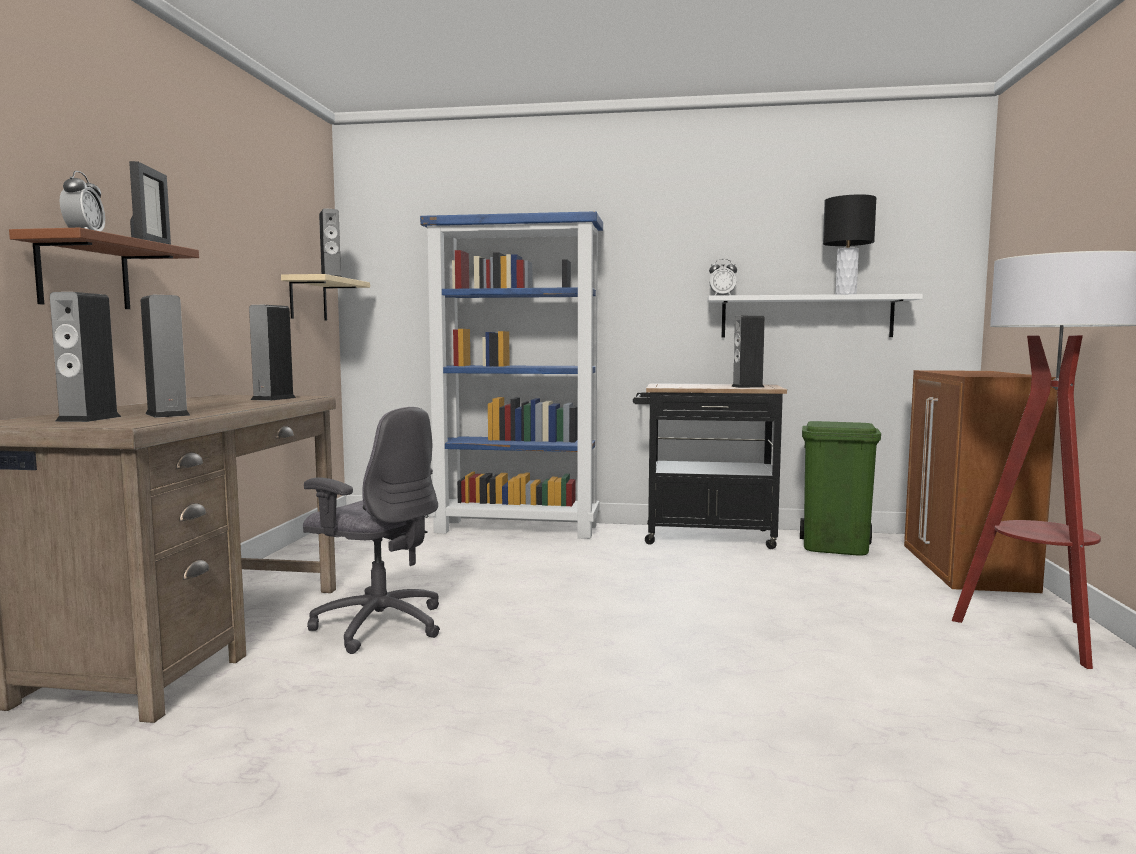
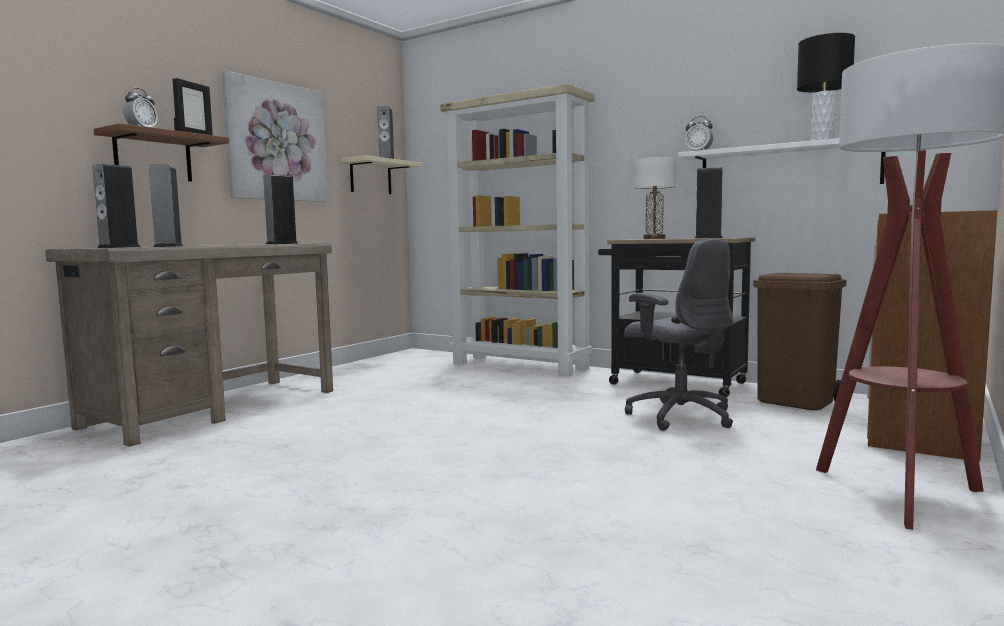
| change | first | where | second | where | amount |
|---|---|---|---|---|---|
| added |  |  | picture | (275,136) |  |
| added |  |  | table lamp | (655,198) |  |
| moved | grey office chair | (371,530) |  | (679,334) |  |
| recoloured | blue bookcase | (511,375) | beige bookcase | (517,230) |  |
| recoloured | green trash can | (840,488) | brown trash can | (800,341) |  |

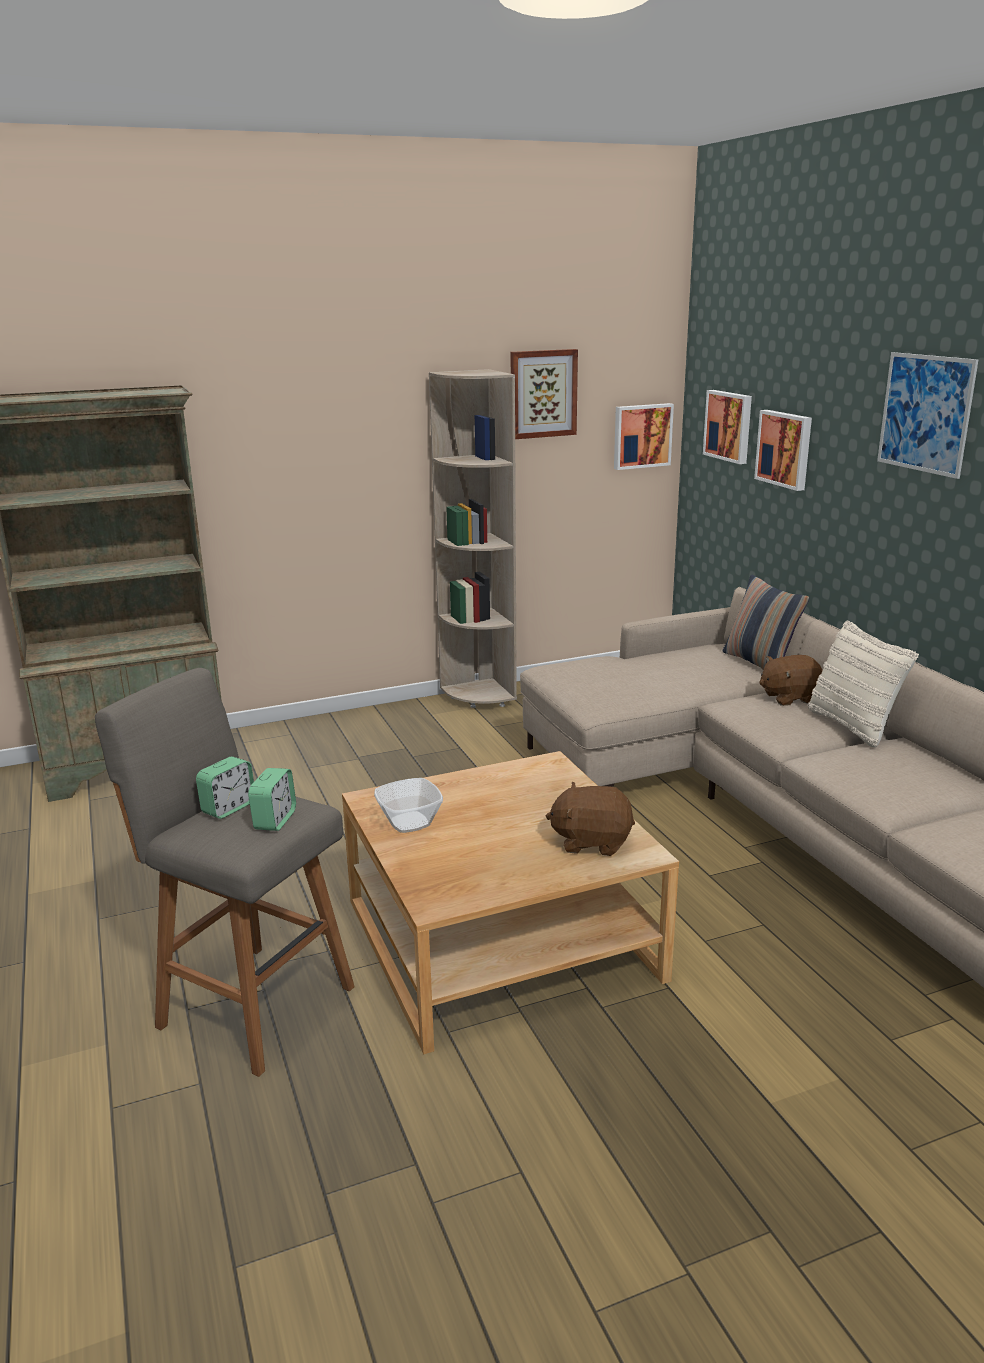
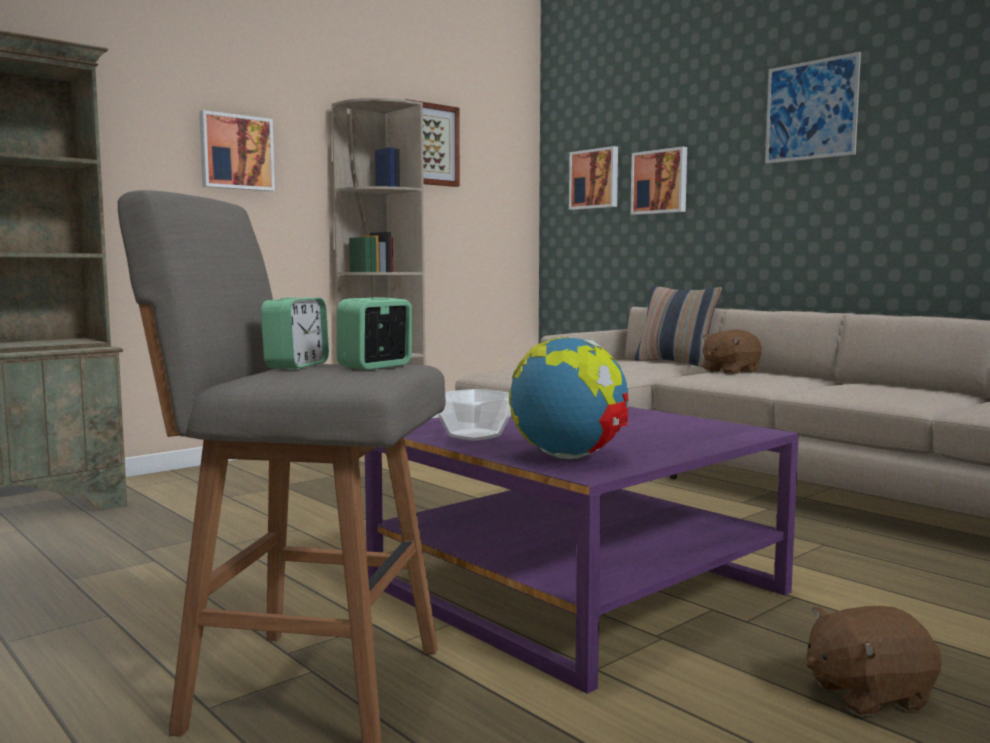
| change | first | where | second | where | amount |
|---|---|---|---|---|---|
| removed | beige pillow | (863,684) |  |  |  |
| added |  |  | globe | (568,398) |  |
| moved | brown plush toy | (590,819) |  | (874,661) |  |
| moved | picture | (644,436) |  | (237,150) |  |
| recoloured | beige coffee table | (510,902) | purple coffee table | (582,550) |  |
| turned | alarm clock | (272,799) |  | (374,333) | 135 degrees counterclockwise |

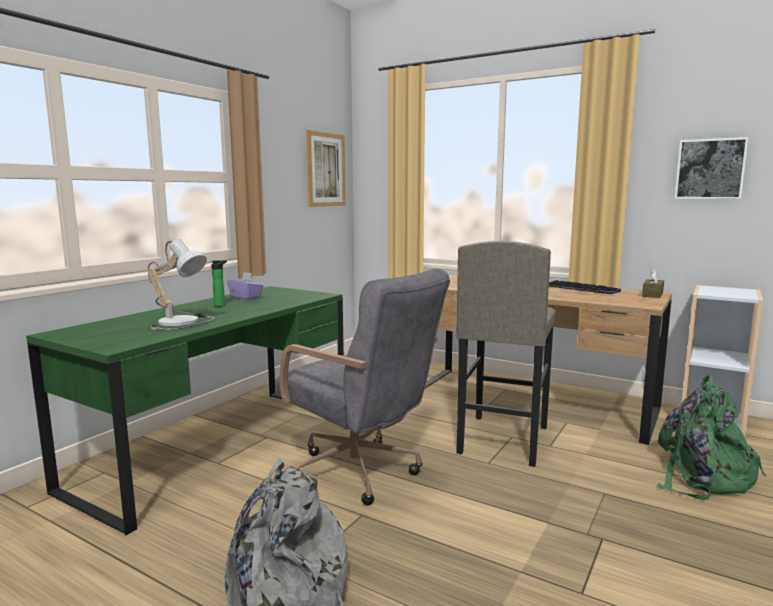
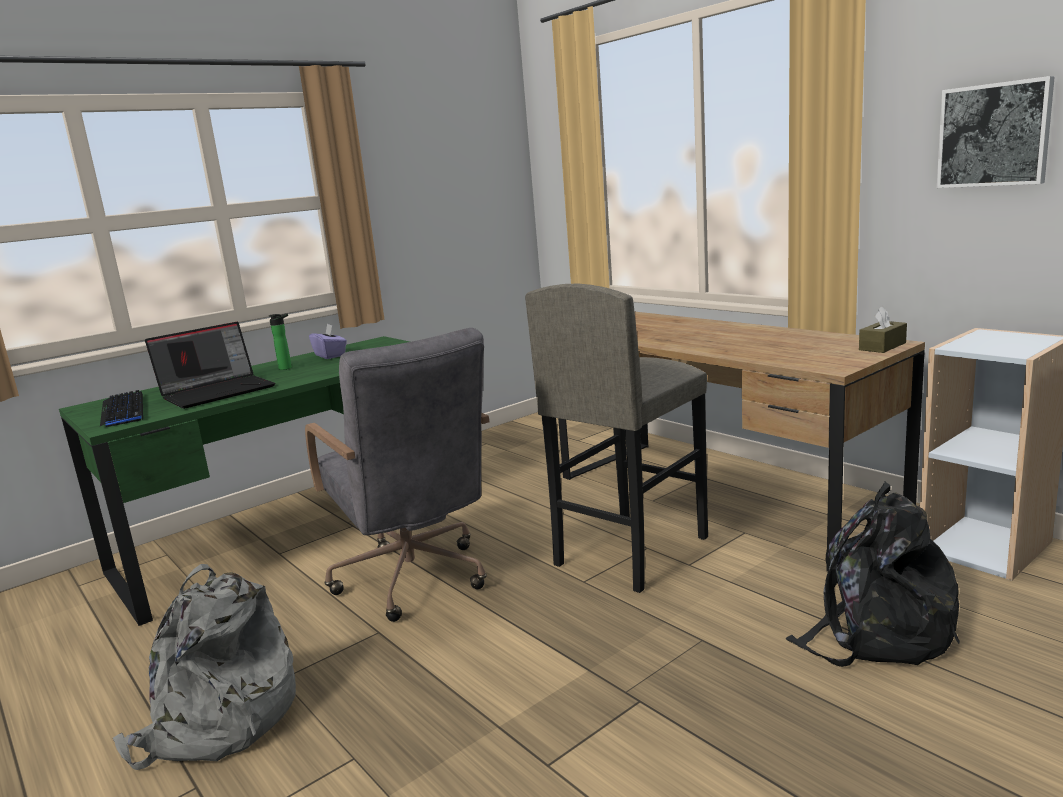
| change | first | where | second | where | amount |
|---|---|---|---|---|---|
| removed | picture | (326,168) |  |  |  |
| moved | keyboard | (585,287) |  | (121,408) |  |
| replaced | table lamp | (181,284) | laptop | (210,365) |  |
| recoloured | green backpack | (711,437) | black backpack | (872,574) |  |

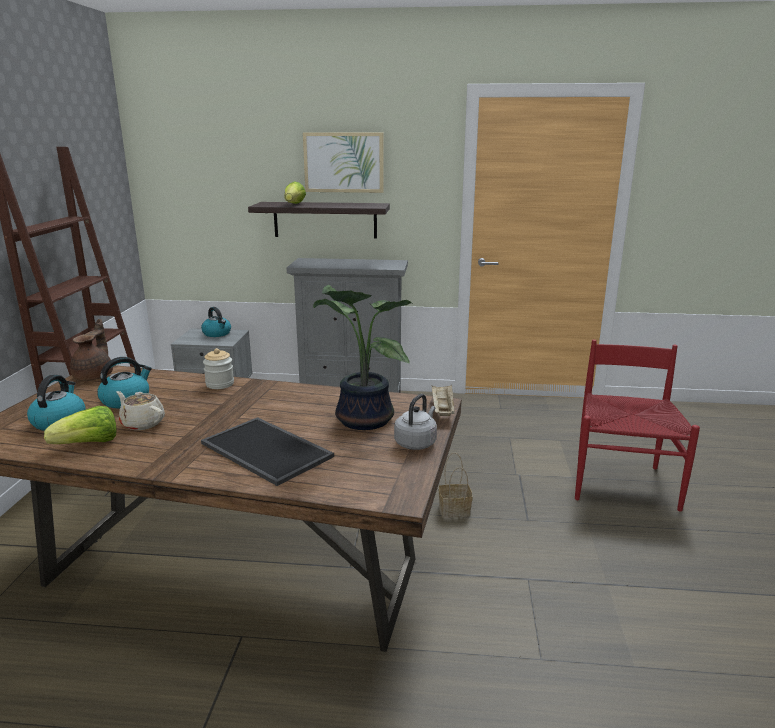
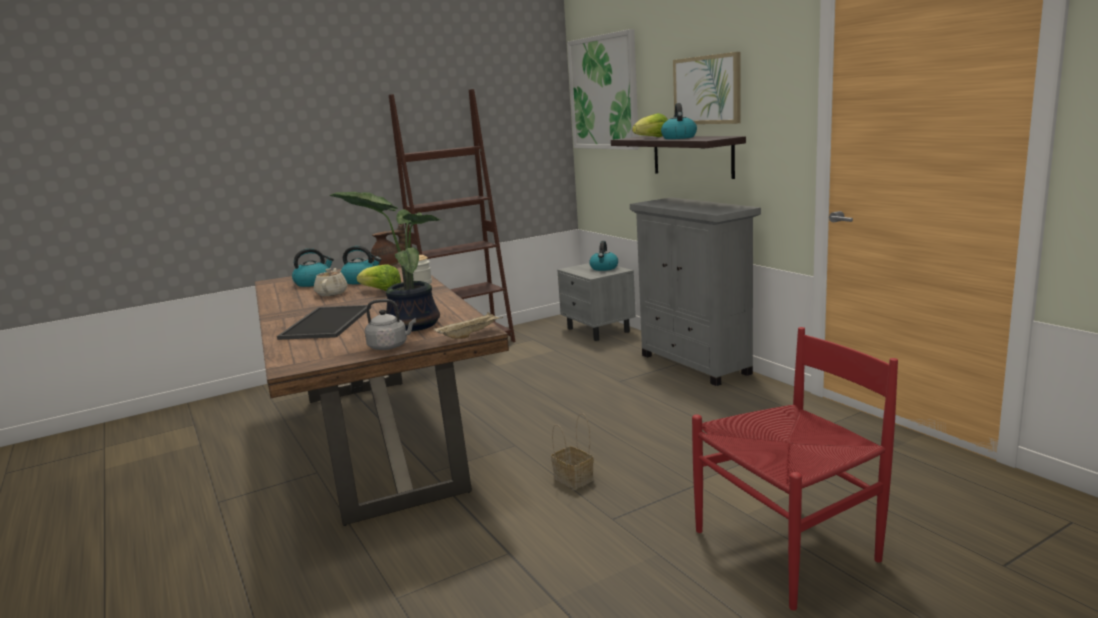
| change | first | where | second | where | amount |
|---|---|---|---|---|---|
| added |  |  | picture | (603,89) |  |
| added |  |  | kettle | (679,121) |  |
| moved | lettuce | (80,425) |  | (379,277) |  |

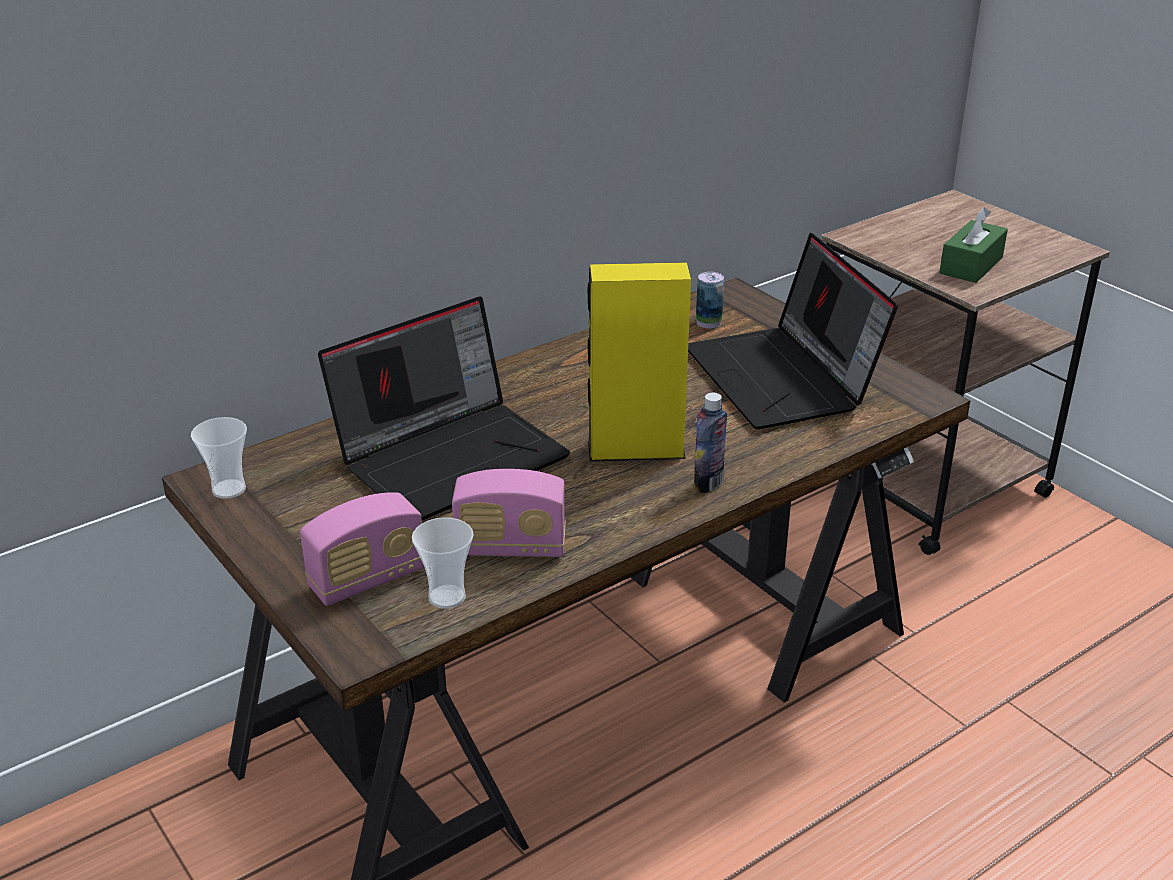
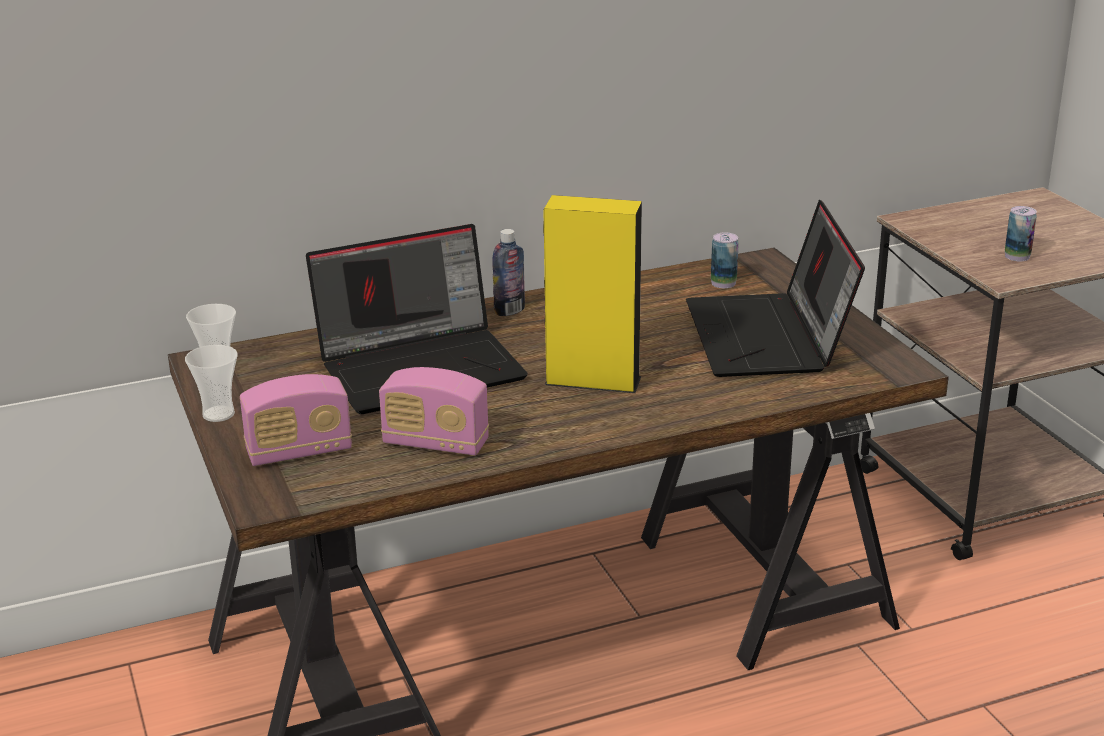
| change | first | where | second | where | amount |
|---|---|---|---|---|---|
| moved | cup | (443,563) |  | (211,383) |  |
| moved | bottle | (710,443) |  | (508,272) |  |
| replaced | green tissue box | (973,245) | can | (1021,233) |  |

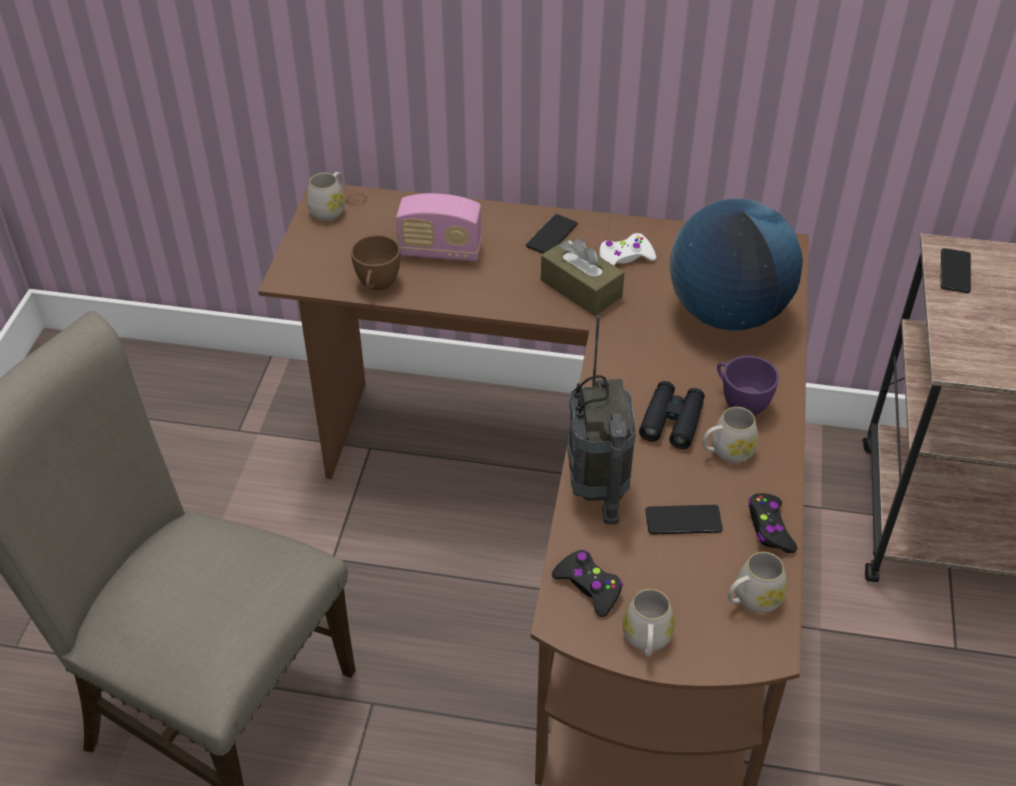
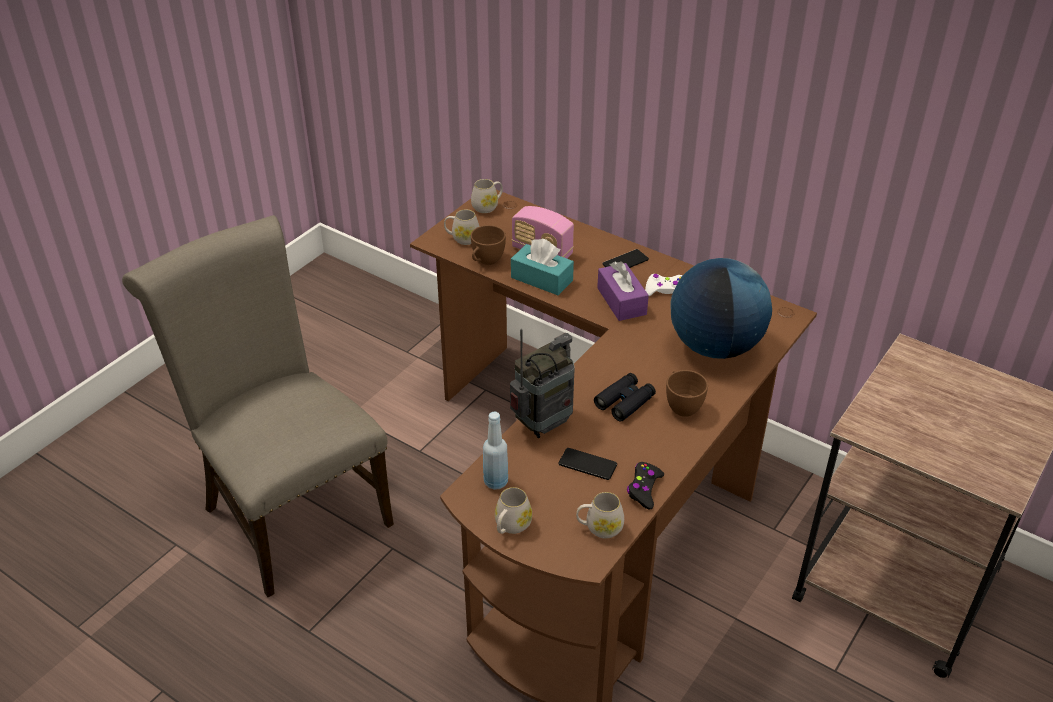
| change | first | where | second | where | amount |
|---|---|---|---|---|---|
| removed | phone | (955,270) |  |  |  |
| added |  |  | turquoise tissue box | (542,267) |  |
| moved | white mug | (730,435) |  | (462,227) |  |
| replaced | black game controller | (587,583) | blue bottle | (495,451) |  |
| recoloured | brown tissue box | (582,277) | purple tissue box | (623,291) |  |
| recoloured | purple cup | (748,386) | brown cup | (687,393) |  |
| turned | radio | (601,420) |  | (542,383) | 150 degrees counterclockwise |

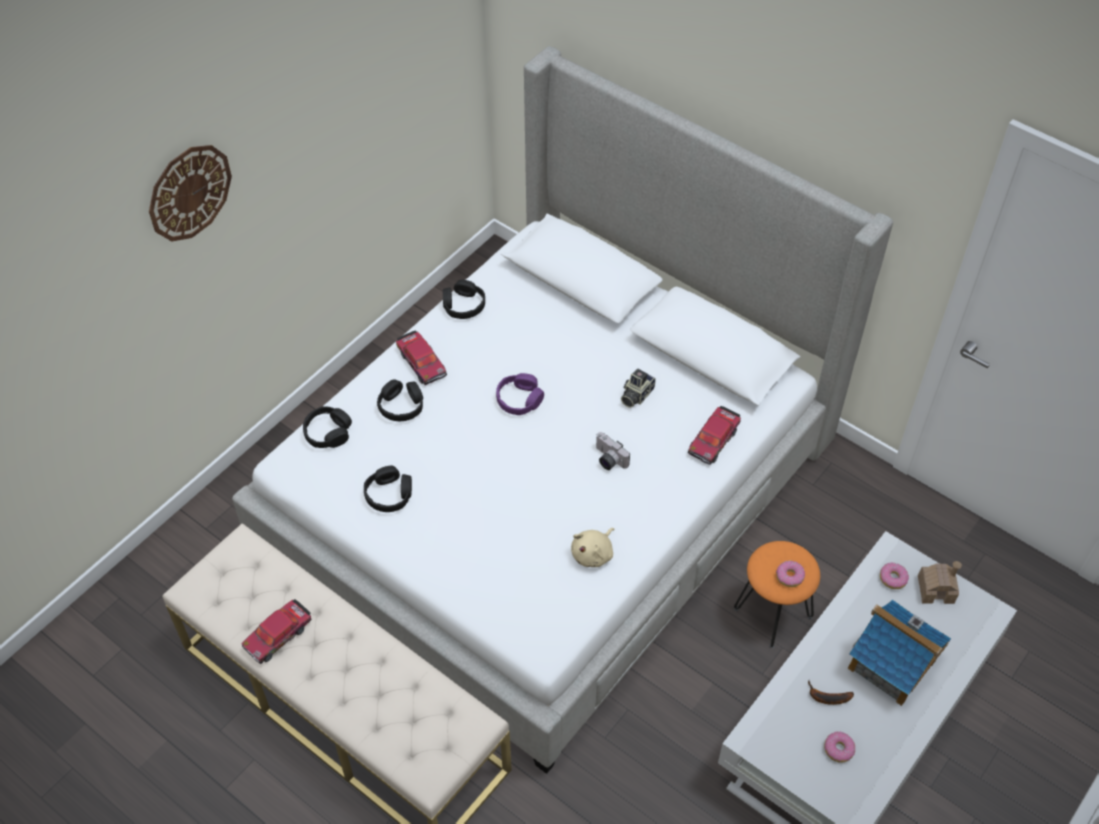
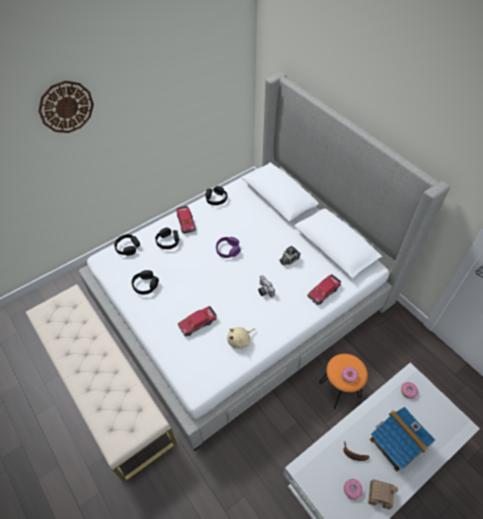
| change | first | where | second | where | amount |
|---|---|---|---|---|---|
| moved | toy car | (276,631) |  | (197,321) |  |
| moved | toy house | (940,582) |  | (383,494) |  |

